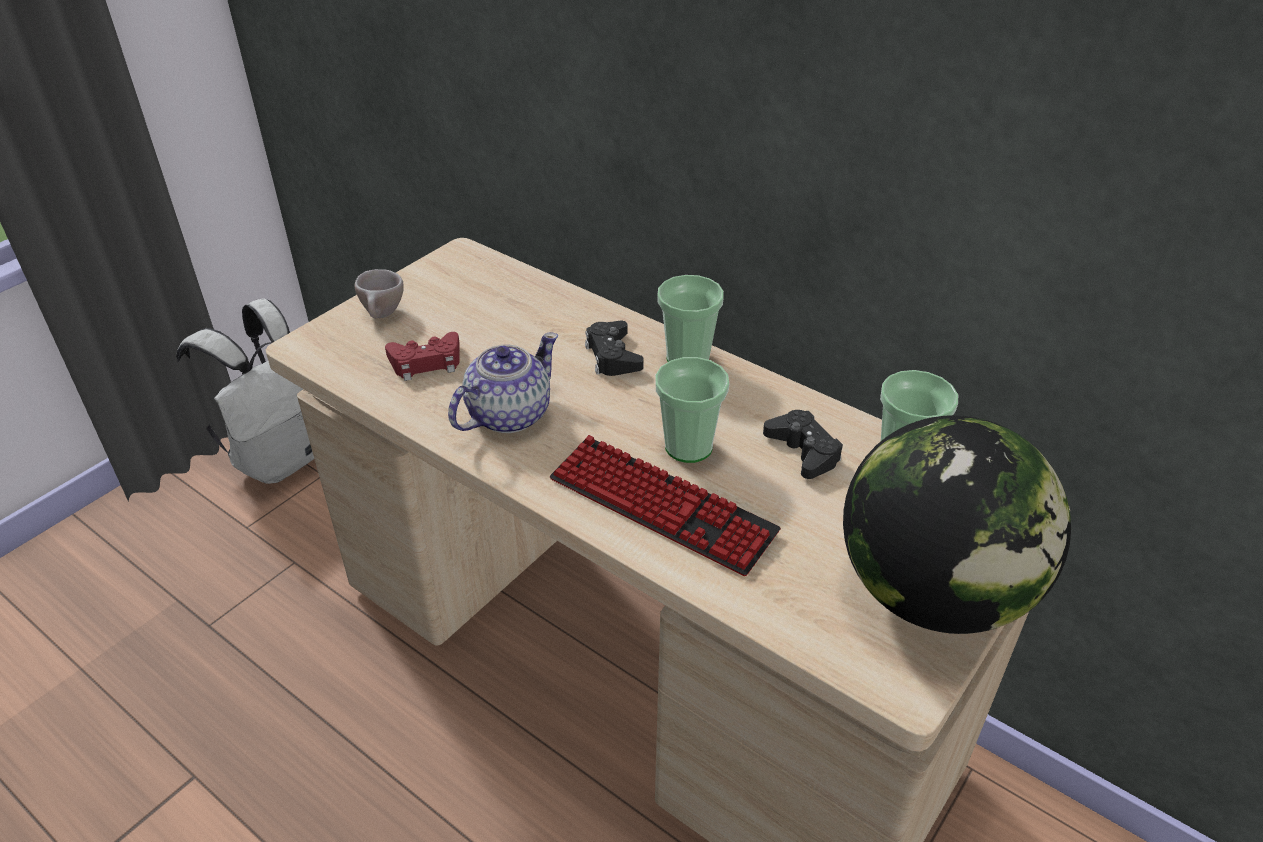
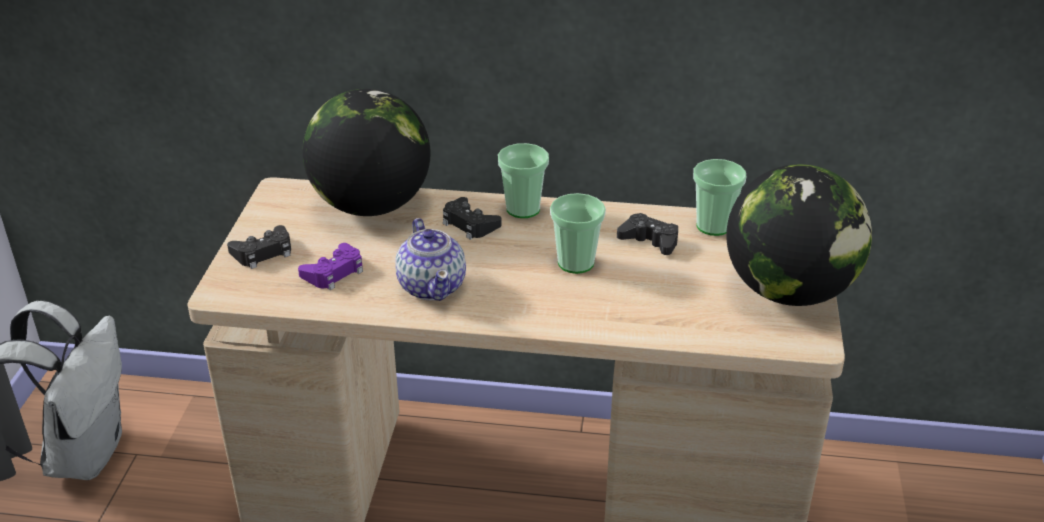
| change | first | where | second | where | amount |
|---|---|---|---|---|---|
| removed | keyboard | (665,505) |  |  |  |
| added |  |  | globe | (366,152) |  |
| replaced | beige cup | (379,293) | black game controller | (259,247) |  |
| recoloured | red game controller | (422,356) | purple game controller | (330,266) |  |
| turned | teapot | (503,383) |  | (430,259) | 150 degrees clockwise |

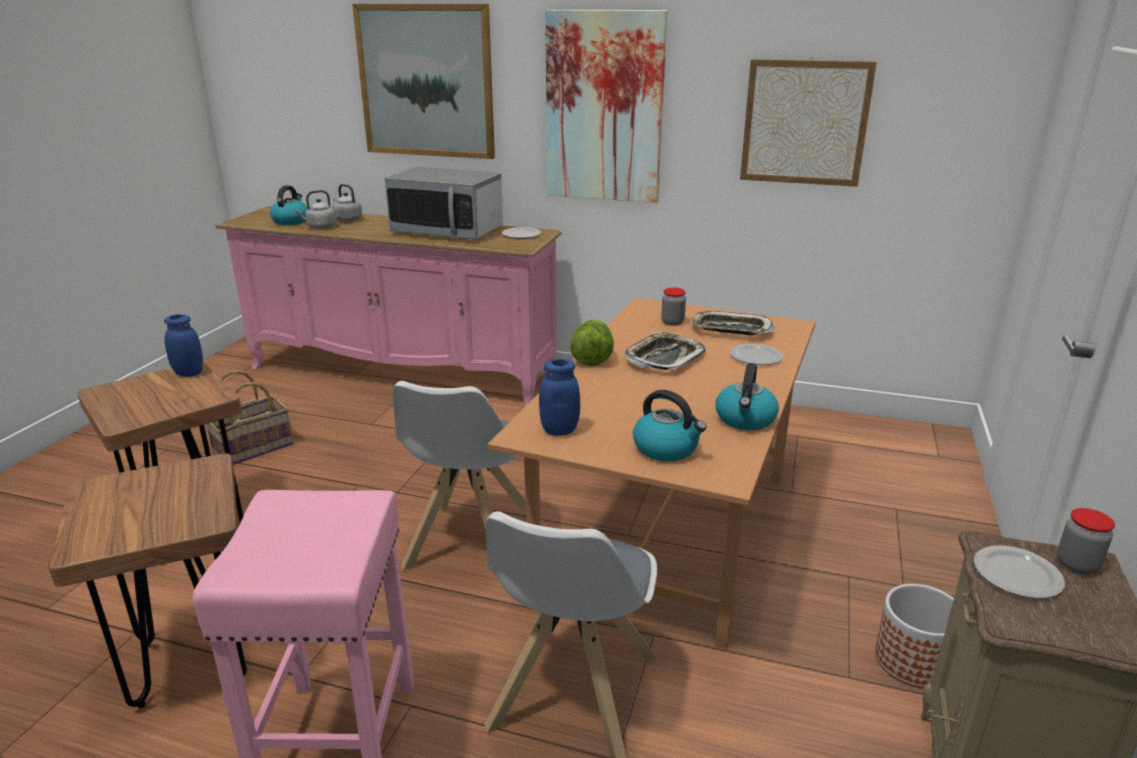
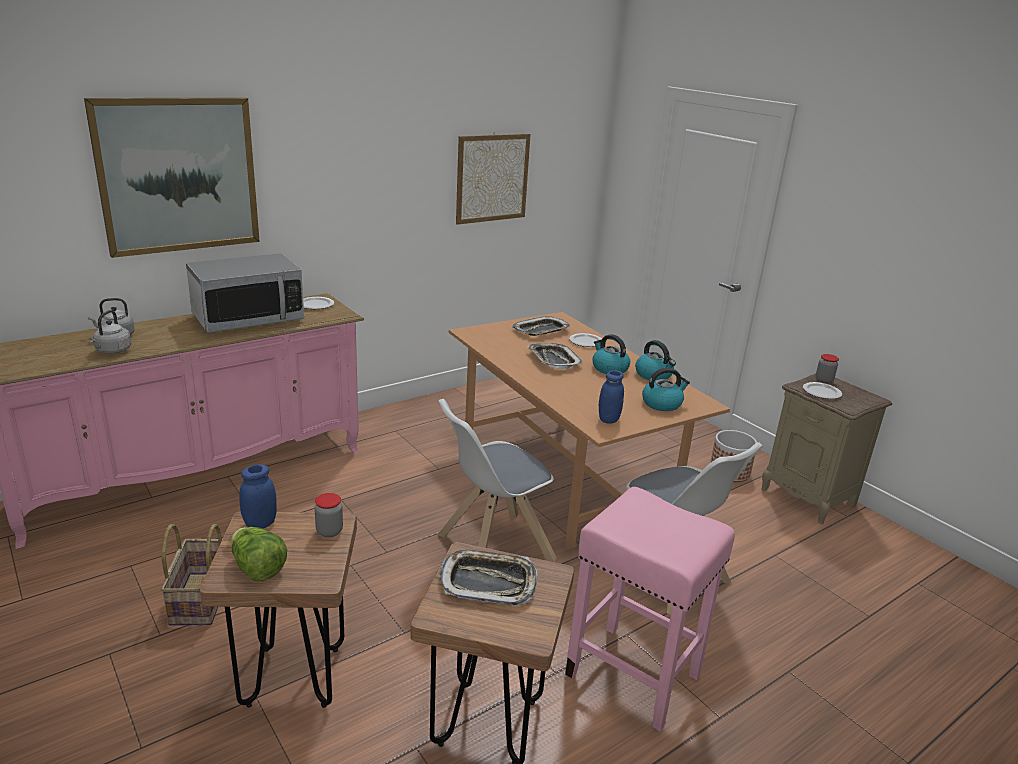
| change | first | where | second | where | amount |
|---|---|---|---|---|---|
| removed | picture | (606,106) |  |  |  |
| added |  |  | tray | (488,578) |  |
| moved | kettle | (289,205) |  | (611,354) |  |
| moved | lettuce | (592,343) |  | (259,554) |  |
| moved | jar | (673,307) |  | (329,515) |  |
| turned | chair | (459,476) |  | (497,480) | 105 degrees clockwise |

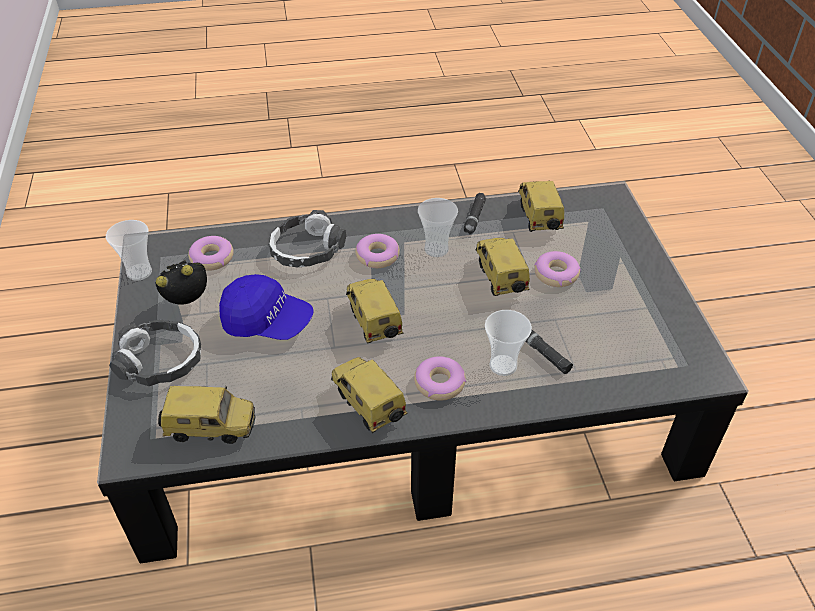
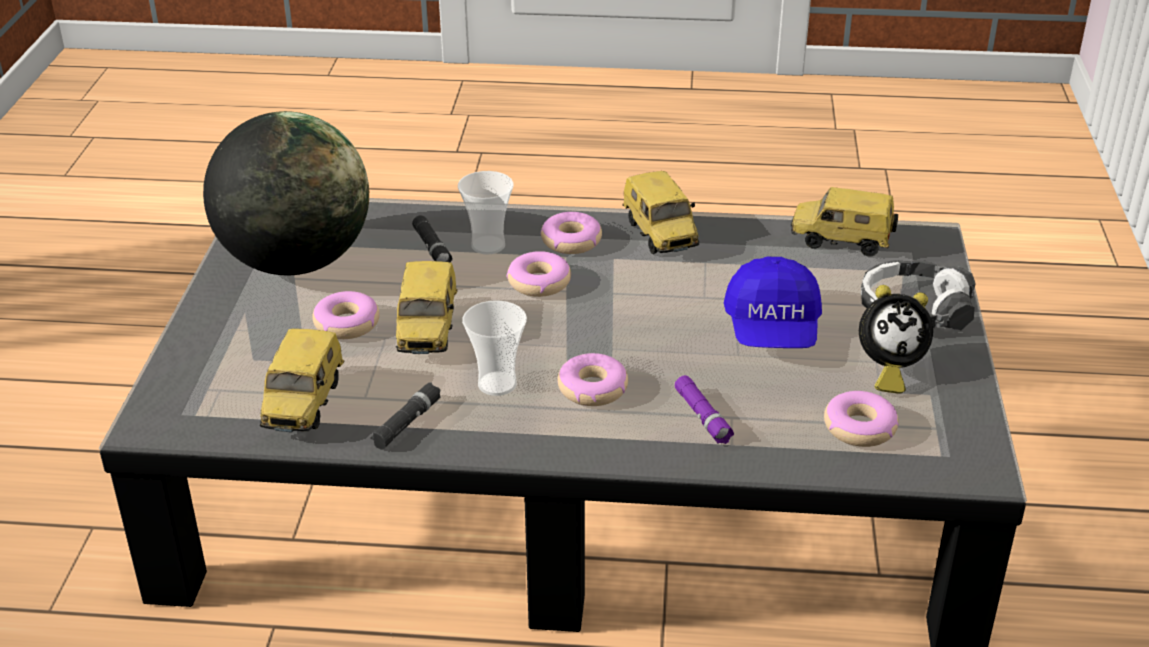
| change | first | where | second | where | amount |
|---|---|---|---|---|---|
| removed | cup | (129,250) |  |  |  |
| removed | toy car | (374,311) |  |  |  |
| added |  |  | globe | (286,193) |  |
| added |  |  | donut | (539,274) |  |
| replaced | headphones | (307,238) | purple flashlight | (704,409) |  |
| turned | blue cap | (266,307) |  | (773,302) | 120 degrees counterclockwise |

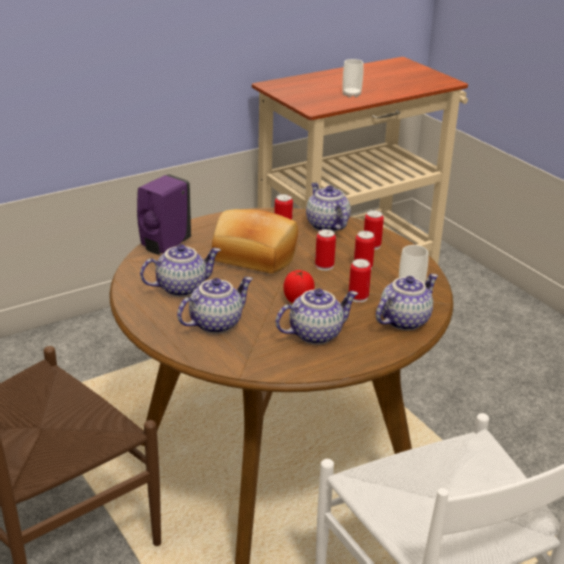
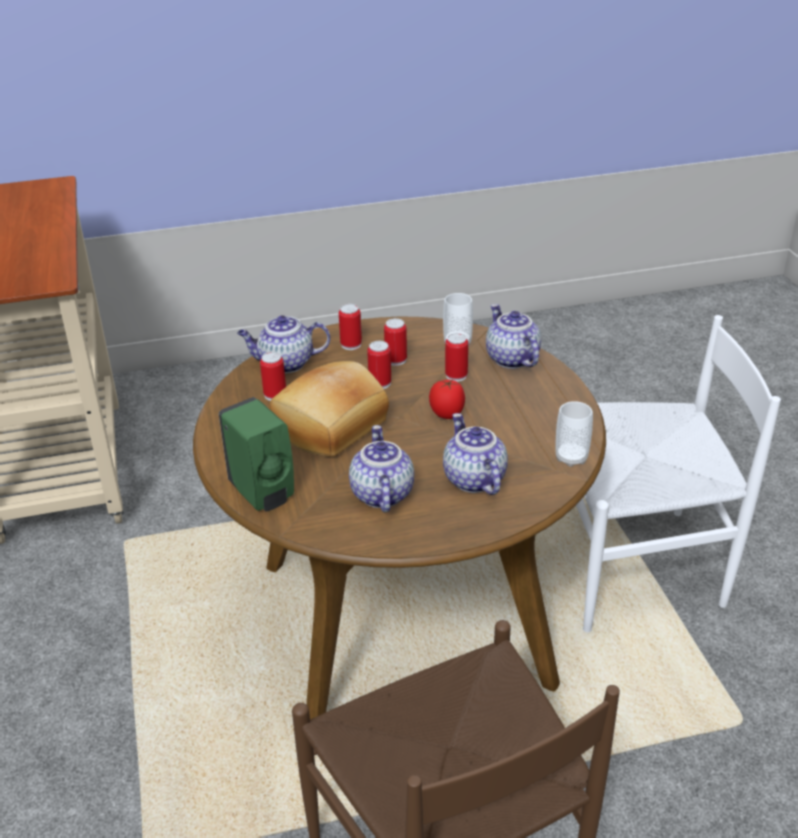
| change | first | where | second | where | amount |
|---|---|---|---|---|---|
| removed | teapot | (316,316) |  |  |  |
| moved | cup | (353,78) |  | (574,434) |  |
| recoloured | purple soap dispenser | (164,214) | green soap dispenser | (256,454) |  |

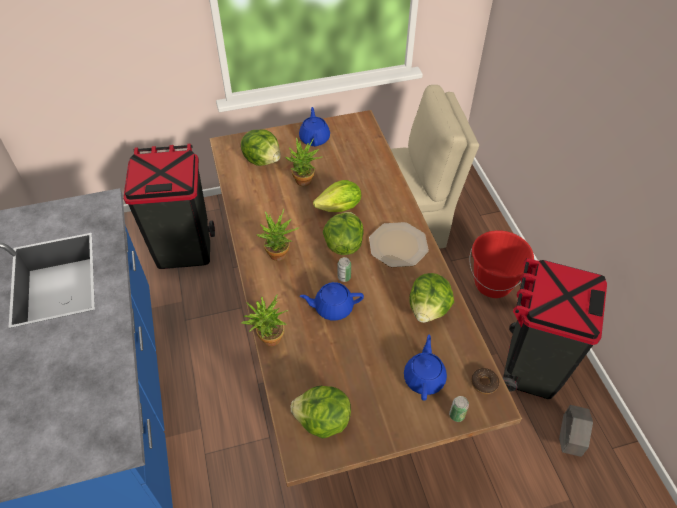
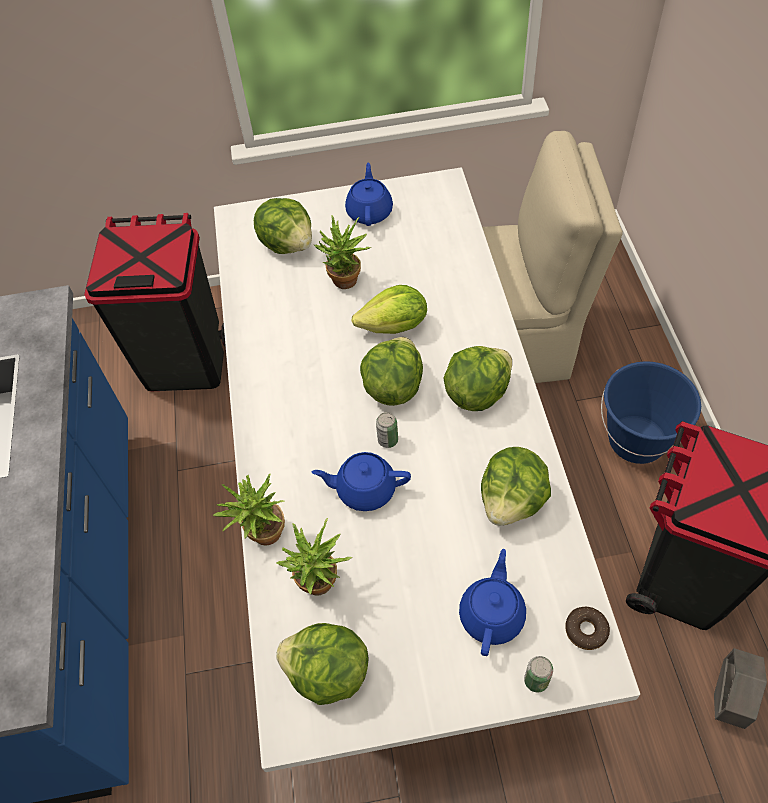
| change | first | where | second | where | amount |
|---|---|---|---|---|---|
| moved | potted plant | (278,235) |  | (314,557) |  |
| replaced | plate | (399,244) | lettuce | (477,378) |  |
| recoloured | brown dining table | (366,298) | white dining table | (427,469) |  |
| recoloured | red bucket | (501,264) | blue bucket | (651,412) |  |

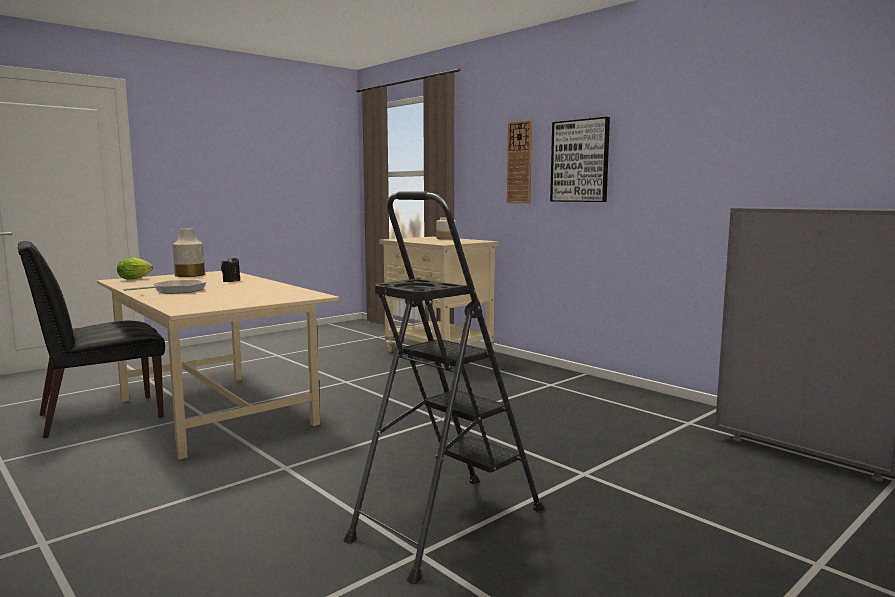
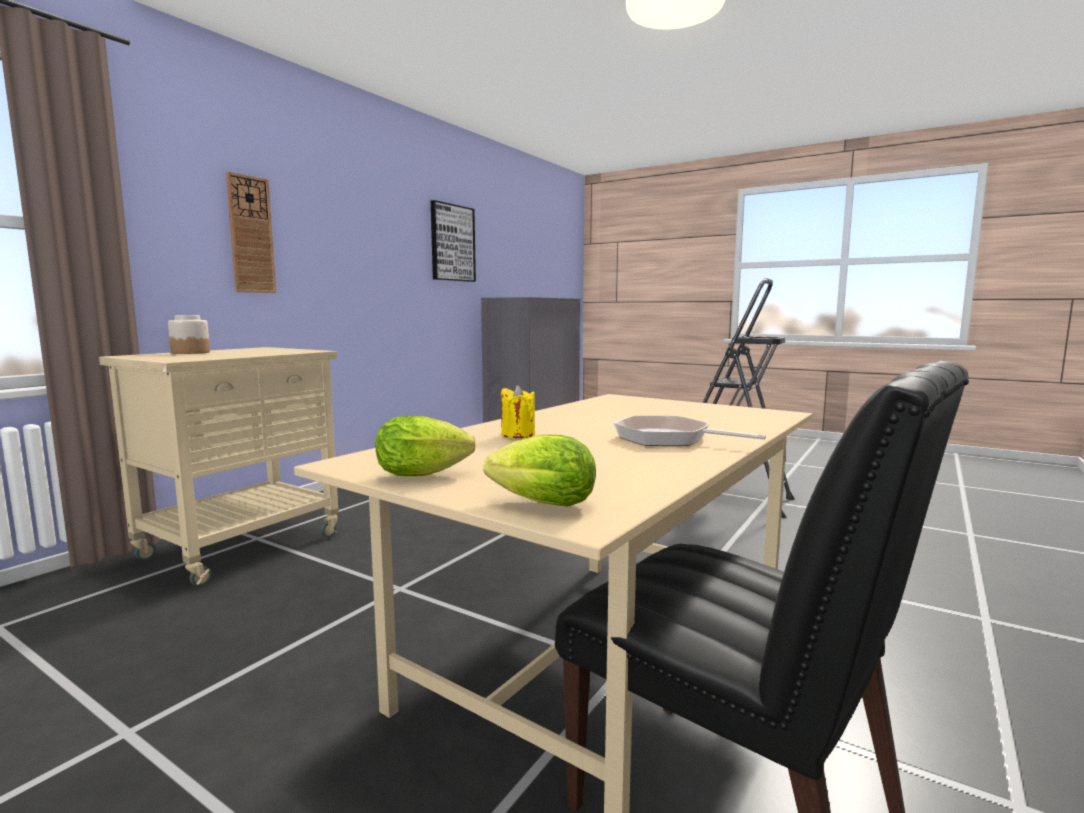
| change | first | where | second | where | amount |
|---|---|---|---|---|---|
| moved | picture | (580,159) |  | (453,241) |  |
| replaced | beige vase | (189,252) | lettuce | (426,446) |  |
| recoloured | black candle | (230,269) | yellow candle | (518,411) |  |

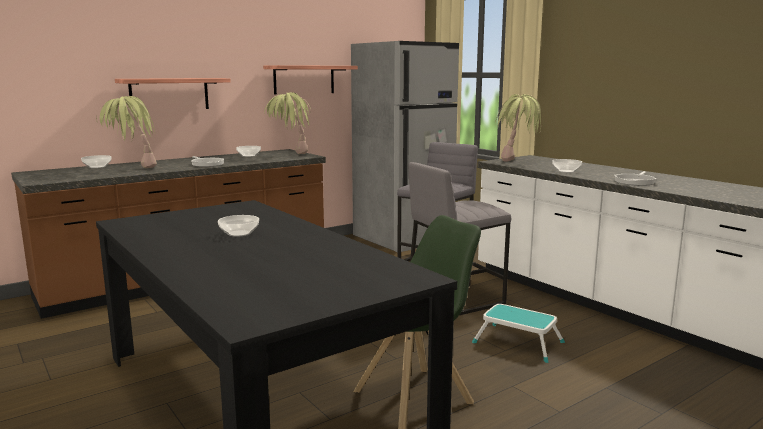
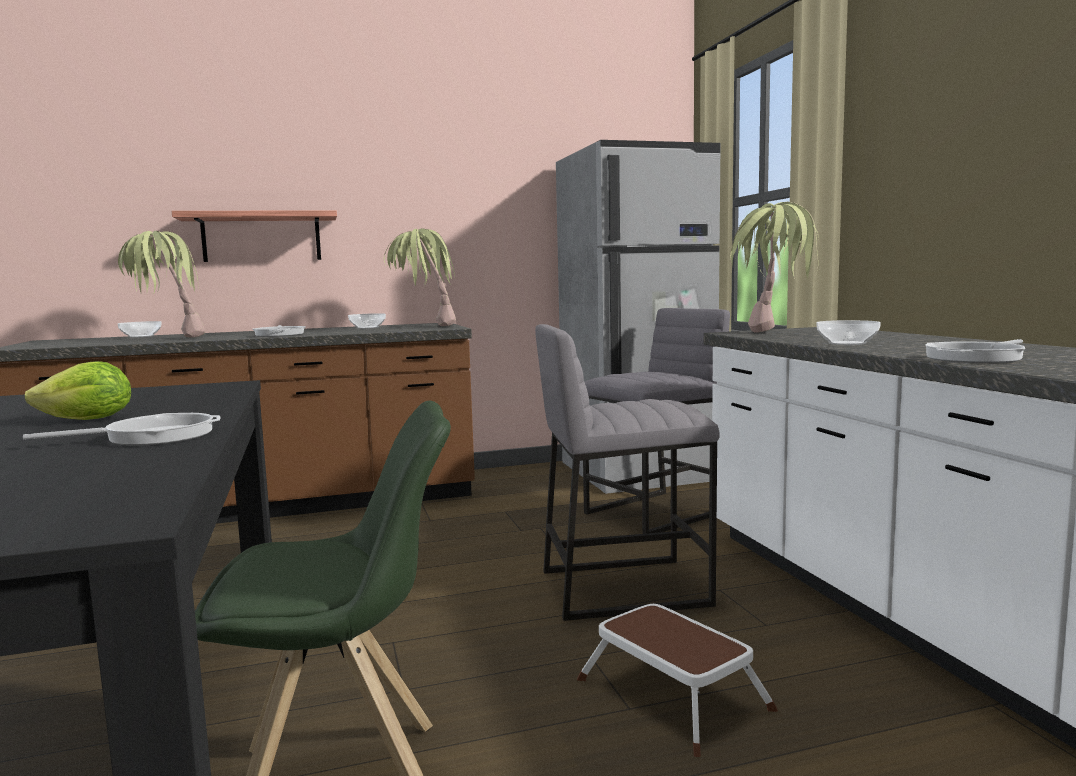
| change | first | where | second | where | amount |
|---|---|---|---|---|---|
| removed | shelf | (310,80) |  |  |  |
| added |  |  | frying pan | (122,429) |  |
| replaced | bowl | (238,226) | lettuce | (78,390) |  |
| recoloured | turquoise step ladder | (518,333) | brown step ladder | (677,680) |  |

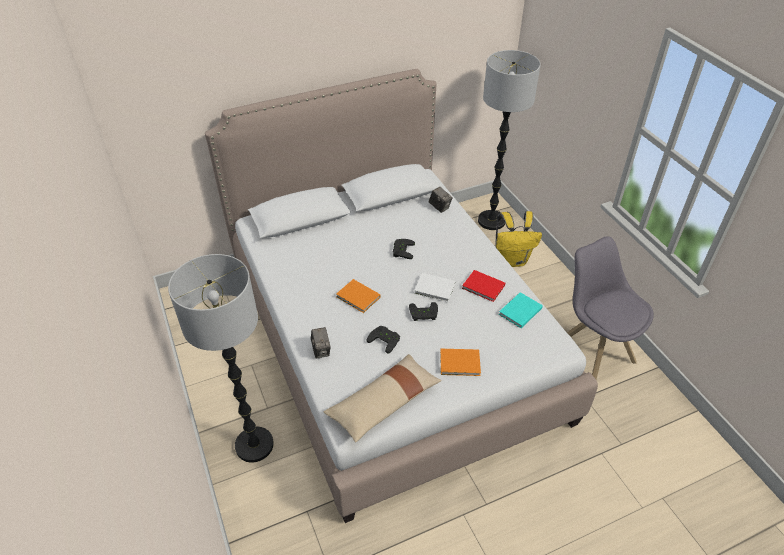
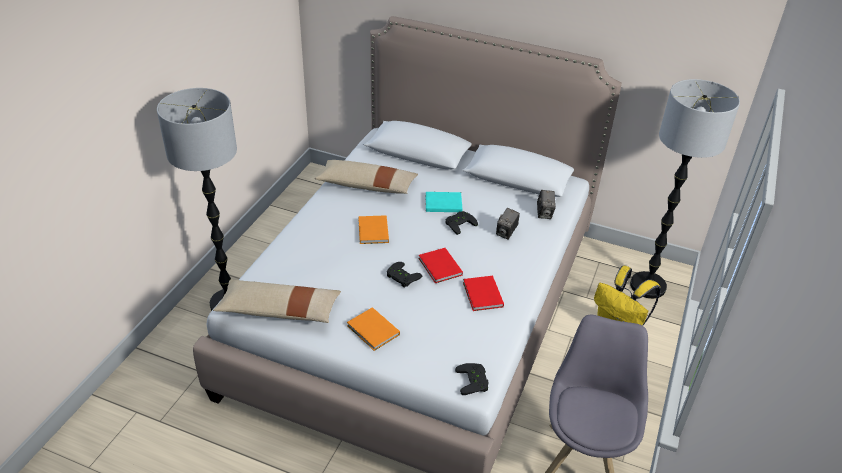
| change | first | where | second | where | amount |
|---|---|---|---|---|---|
| added |  |  | beige pillow | (366,177) |  |
| moved | photo camera | (321,343) |  | (508,224) |  |
| moved | black game controller | (383,340) |  | (471,379) |  |
| moved | turquoise book | (521,310) |  | (444,202) |  |
| recoloured | white book | (434,287) | red book | (441,265) |  |

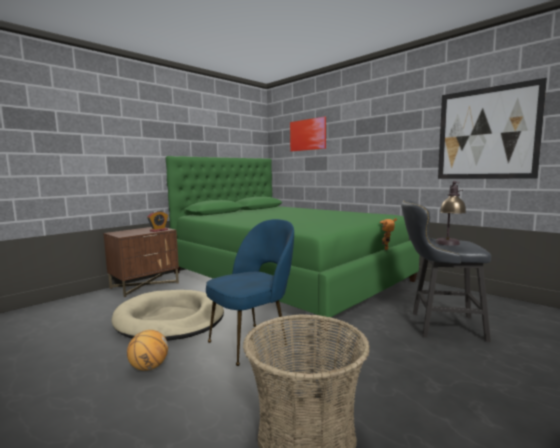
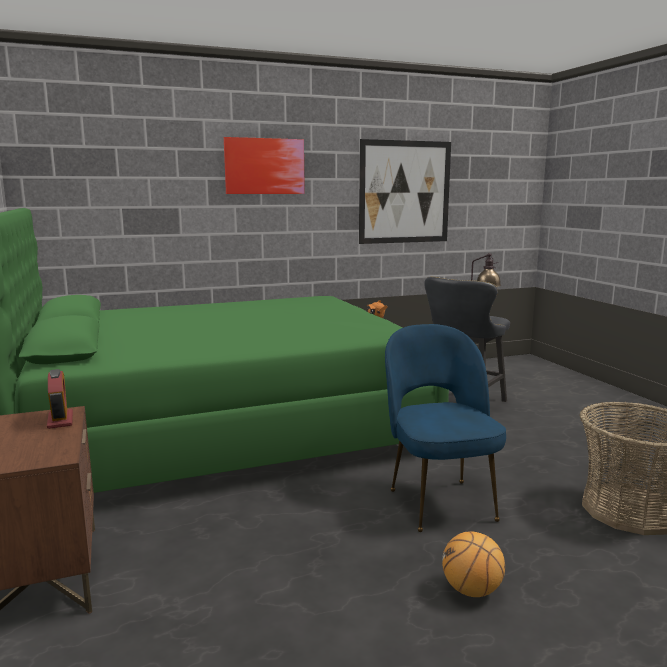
| change | first | where | second | where | amount |
|---|---|---|---|---|---|
| removed | beige dog bed | (167,315) |  |  |  |
| moved | picture | (308,134) |  | (264,165) |  |

